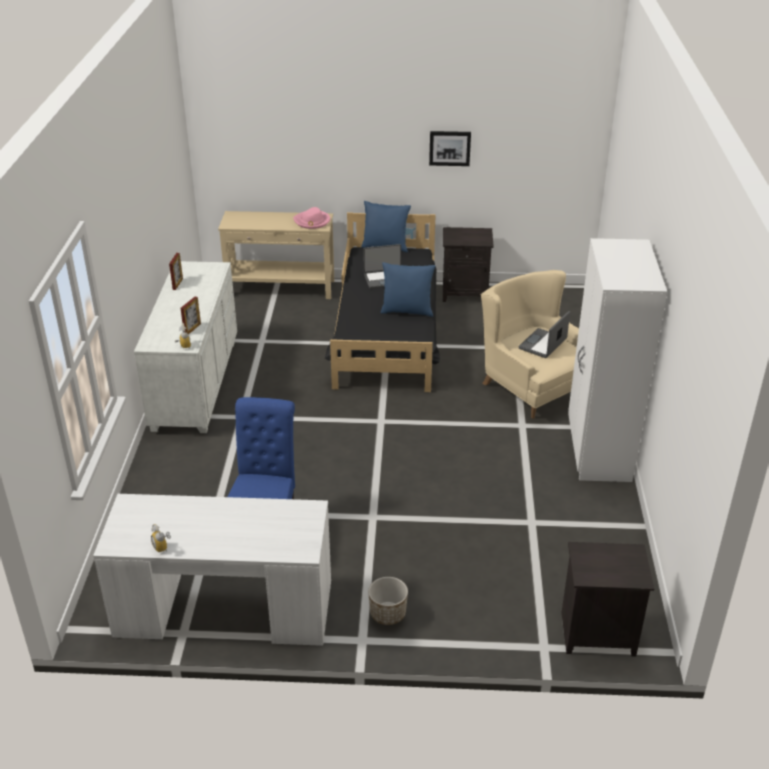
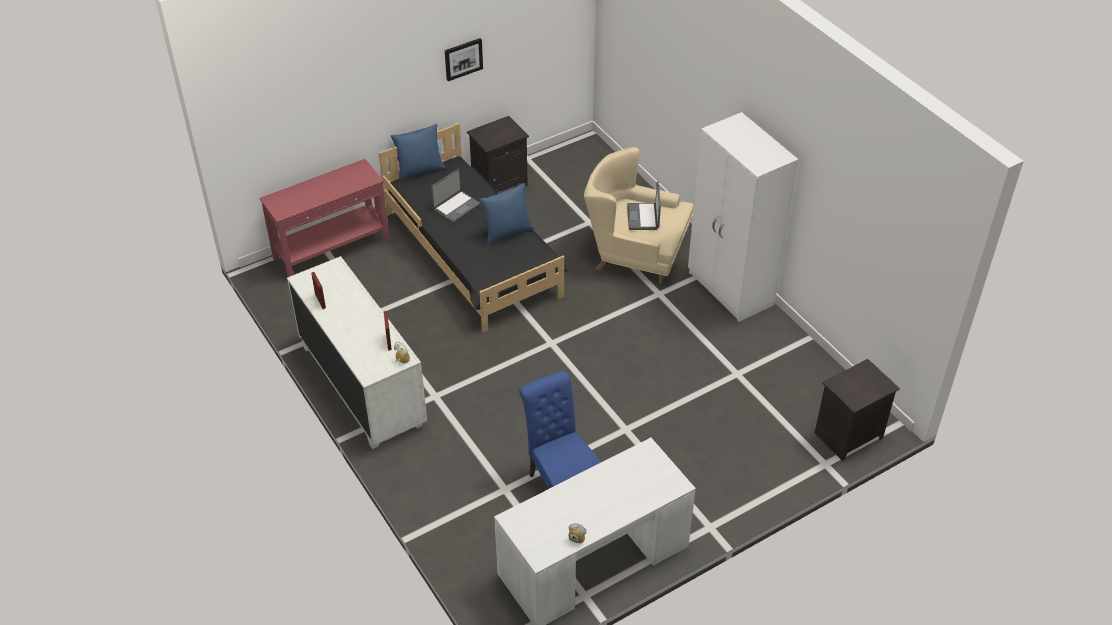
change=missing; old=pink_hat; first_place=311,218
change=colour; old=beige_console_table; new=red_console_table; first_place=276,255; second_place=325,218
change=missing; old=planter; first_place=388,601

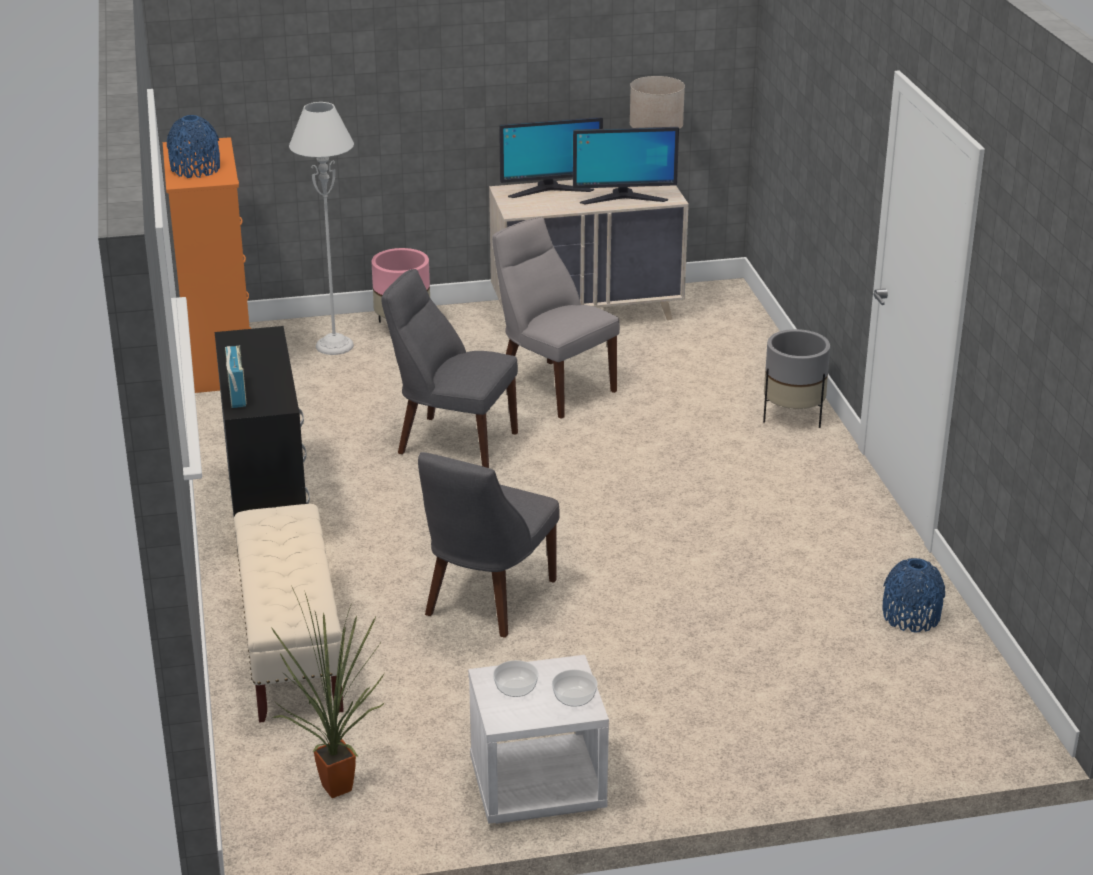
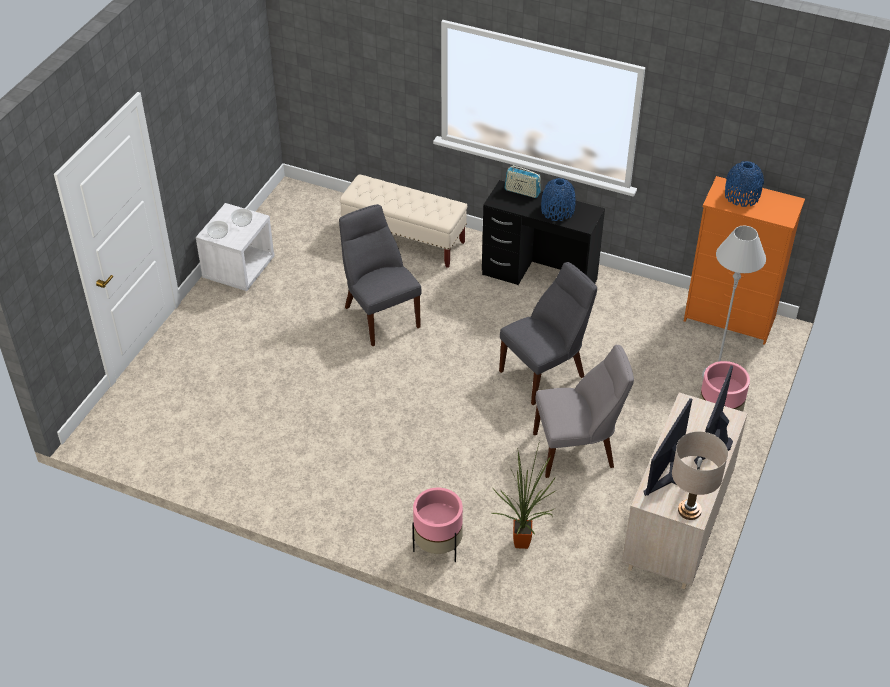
change=colour; old=grey_planter; new=pink_planter; first_place=796,378; second_place=437,524
change=relocated; old=blue_vase; first_place=913,595; second_place=558,199
change=relocated; old=potted_plant; first_place=328,692; second_place=524,495

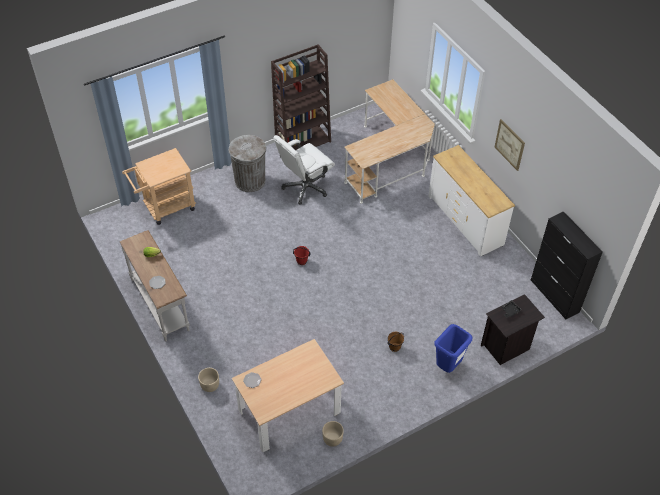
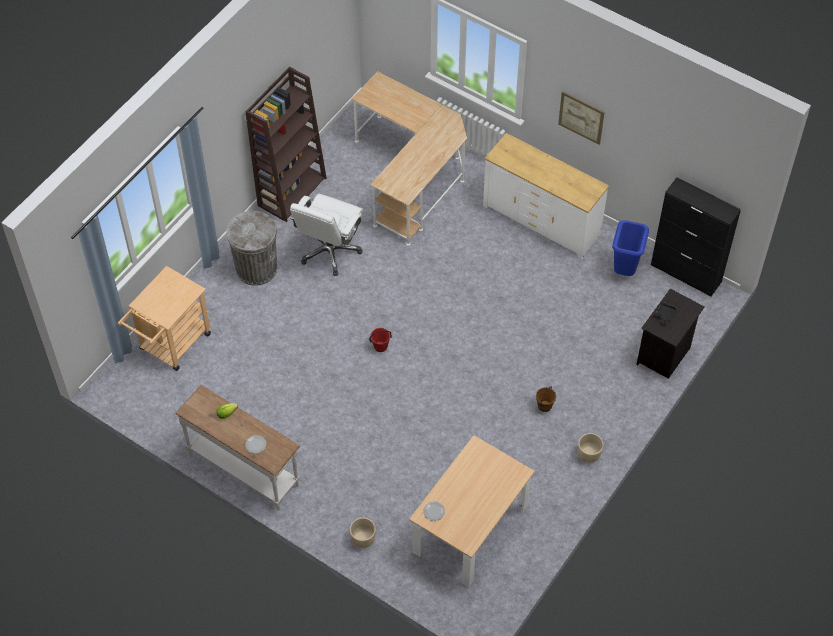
change=relocated; old=blue_trash_can; first_place=453,348; second_place=630,248
change=relocated; old=beige_planter; first_place=333,434; second_place=590,448

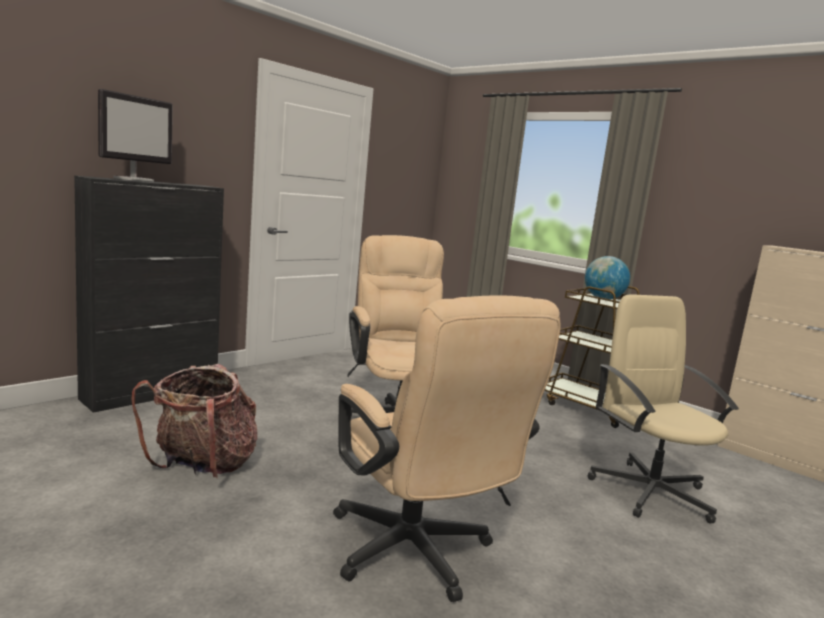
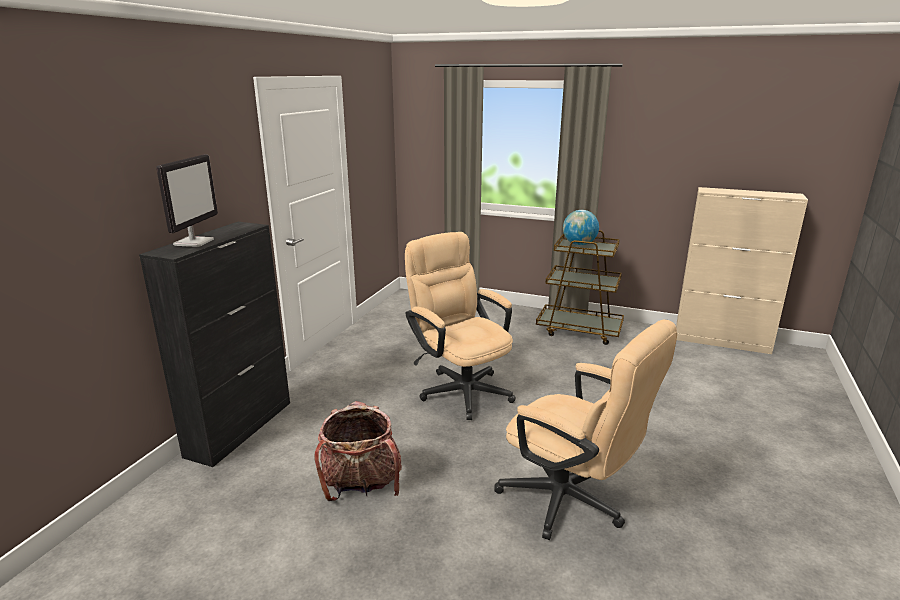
change=missing; old=beige_office_chair; first_place=663,409

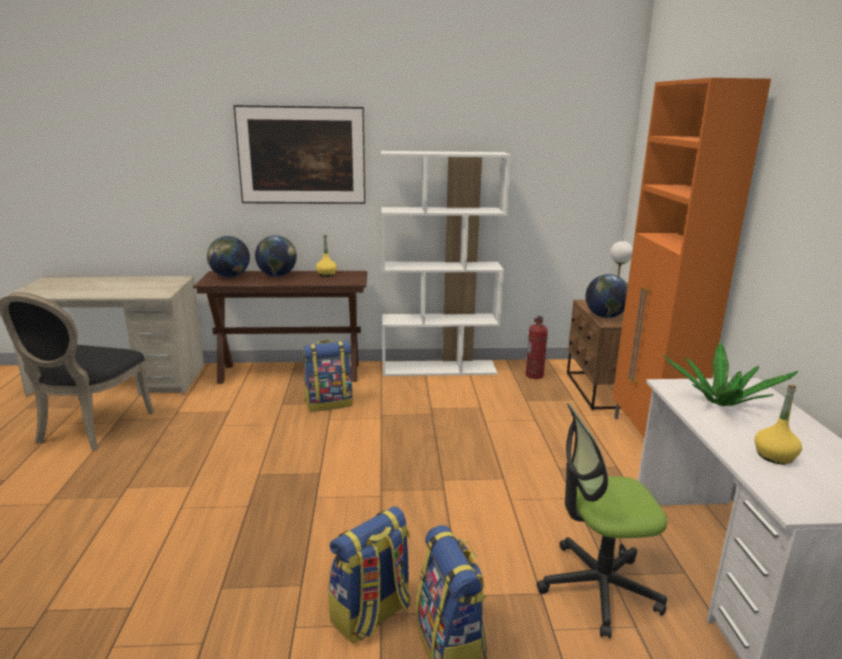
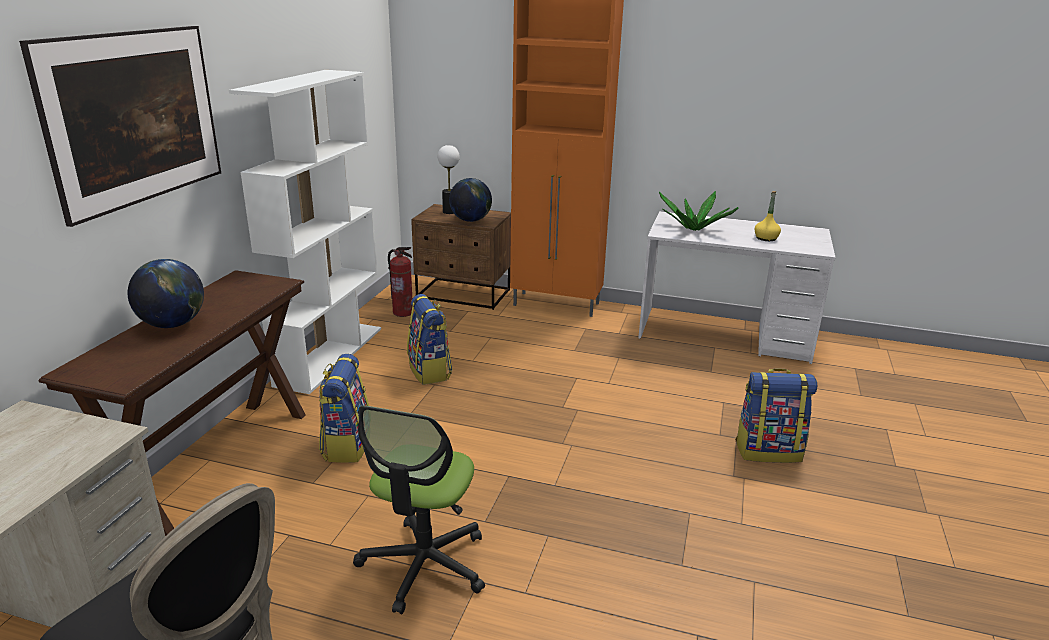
change=missing; old=yellow_bottle; first_place=326,255
change=missing; old=globe; first_place=228,257
change=relocated; old=office_chair; first_place=601,520; second_place=419,510
change=relocated; old=backpack; first_place=370,575; second_place=430,339

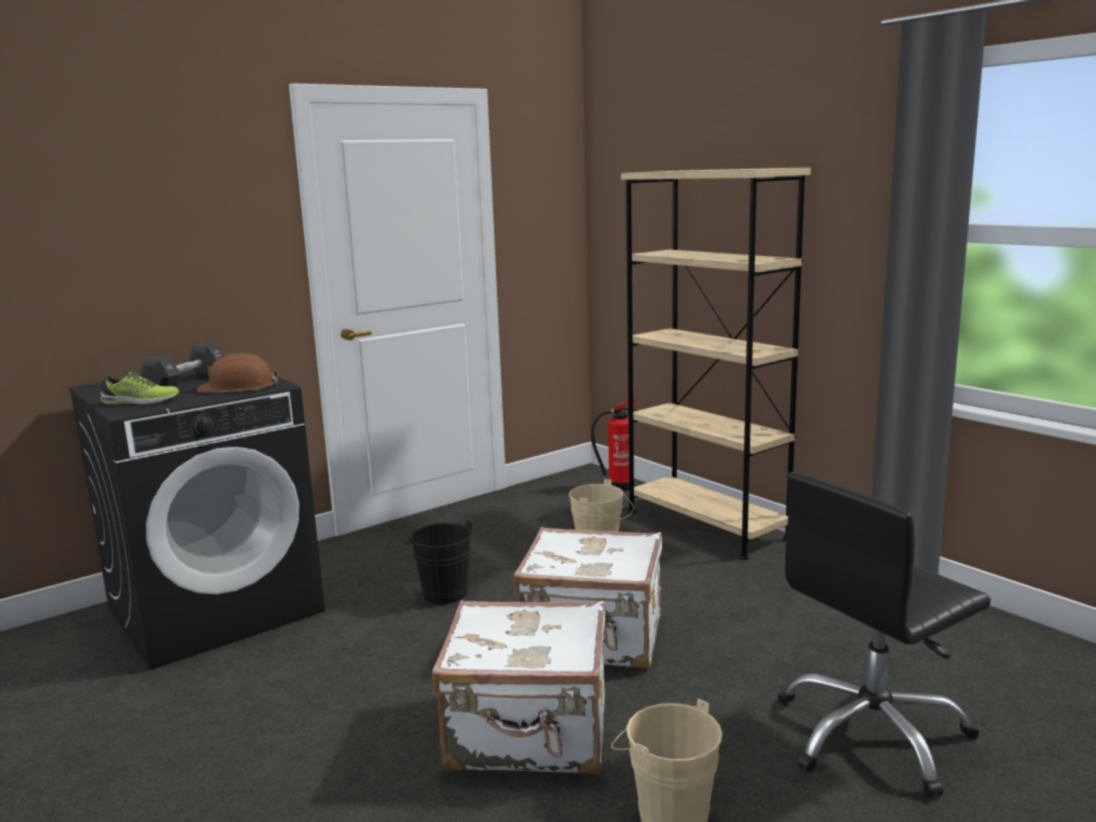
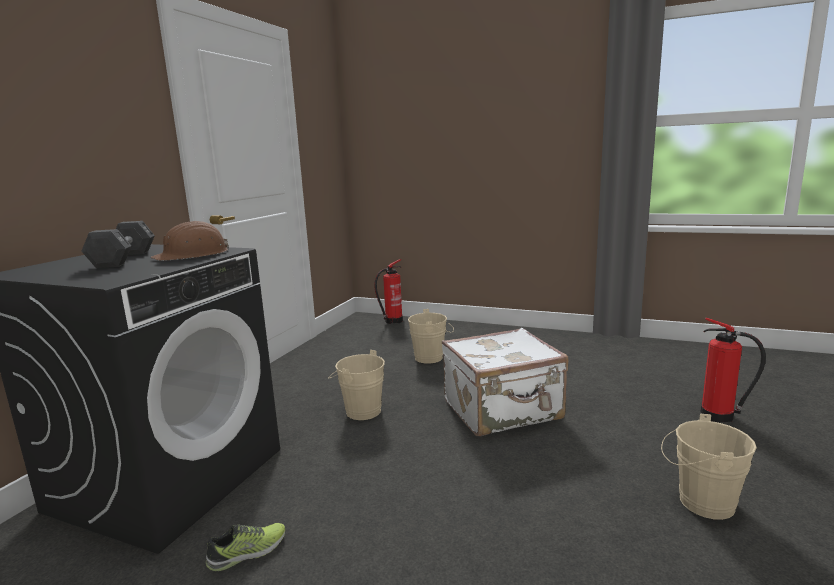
change=missing; old=beige_bookcase; first_place=716,363
change=relocated; old=shoe; first_place=139,387; second_place=245,547
change=exchanged; old=black_office_chair; new=fire_extinguisher; first_place=884,635; second_place=733,370
change=colour; old=black_bucket; new=beige_bucket; first_place=439,562; second_place=356,385
change=missing; old=white_suitcase; first_place=518,687

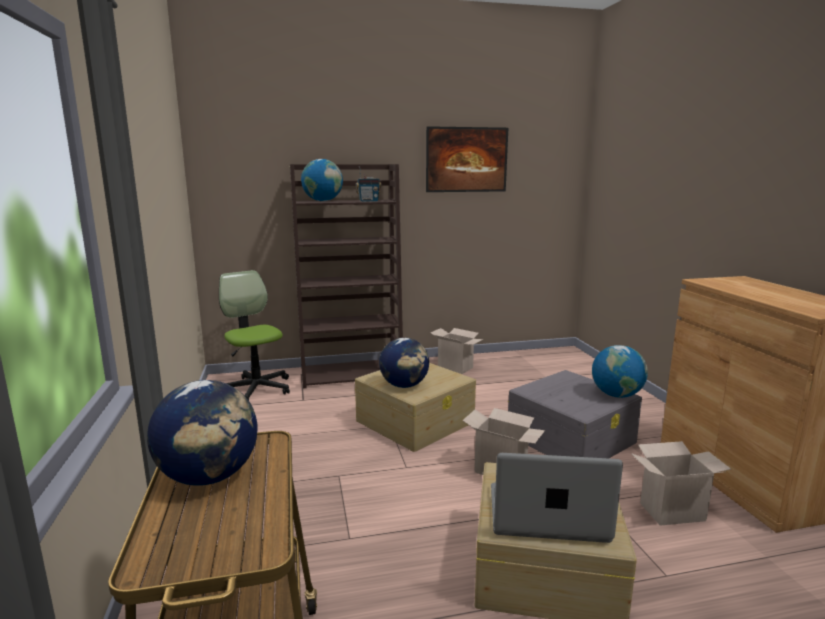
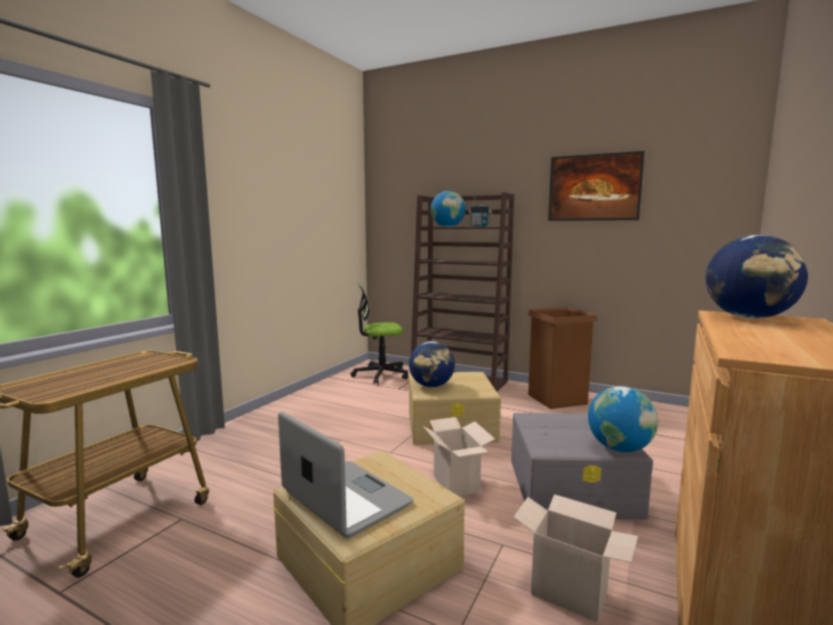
change=spun; old=office_chair; first_place=254,335; second_place=379,333; degrees=-105
change=exchanged; old=cardboard_box; new=brown_trash_can; first_place=456,351; second_place=562,358
change=relocated; old=globe; first_place=202,433; second_place=757,277

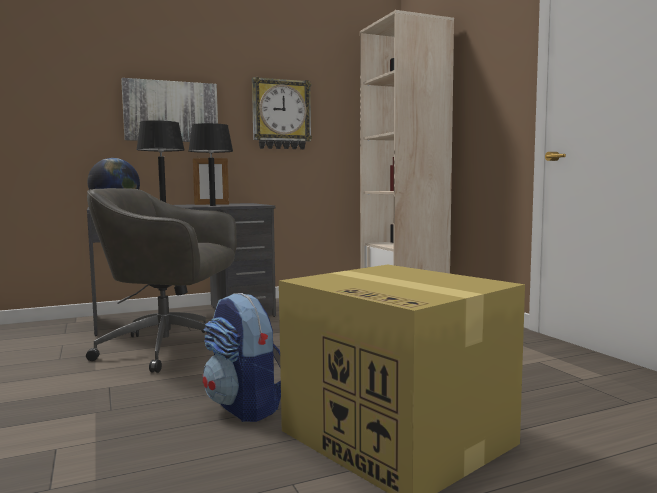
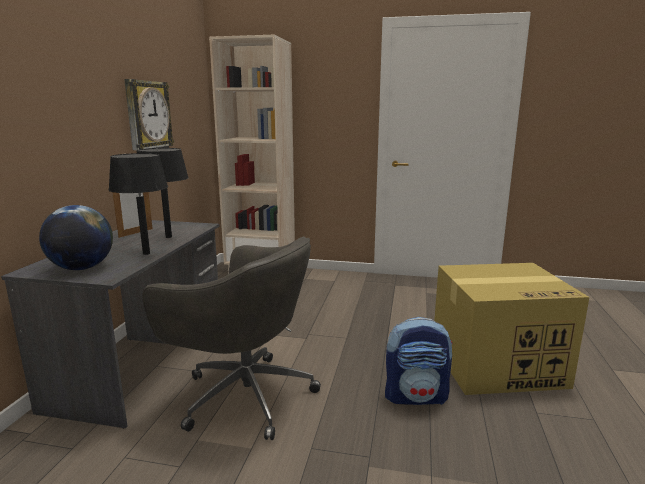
change=missing; old=picture; first_place=169,110
change=spun; old=grey_office_chair; first_place=161,280; second_place=231,338; degrees=-105

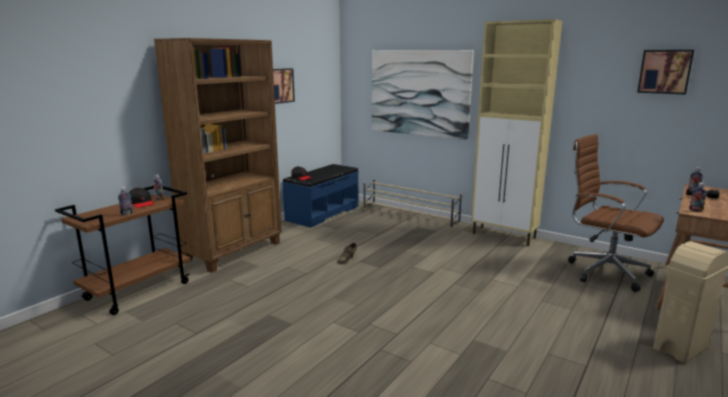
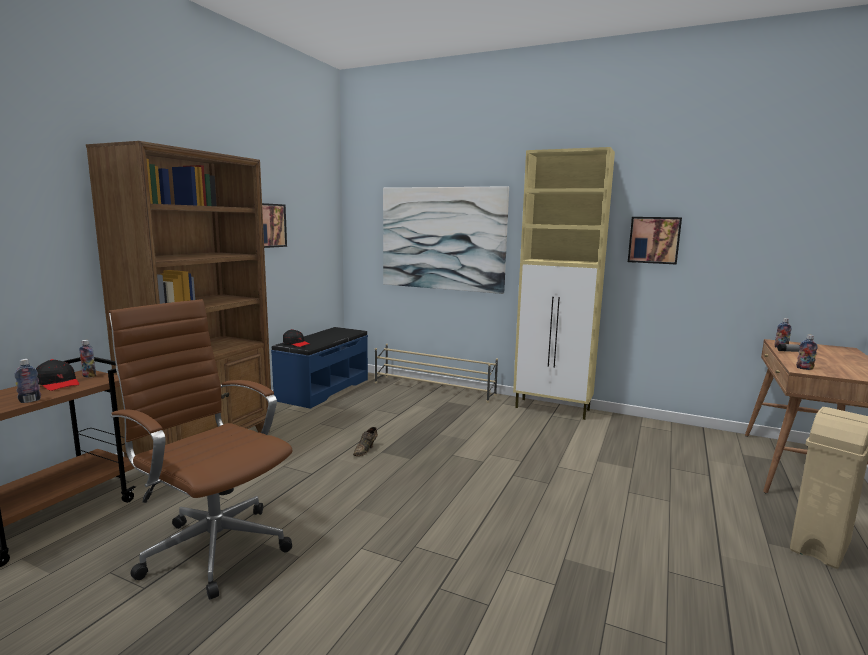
change=relocated; old=picture; first_place=665,72; second_place=655,241
change=relocated; old=brown_office_chair; first_place=616,213; second_place=200,449

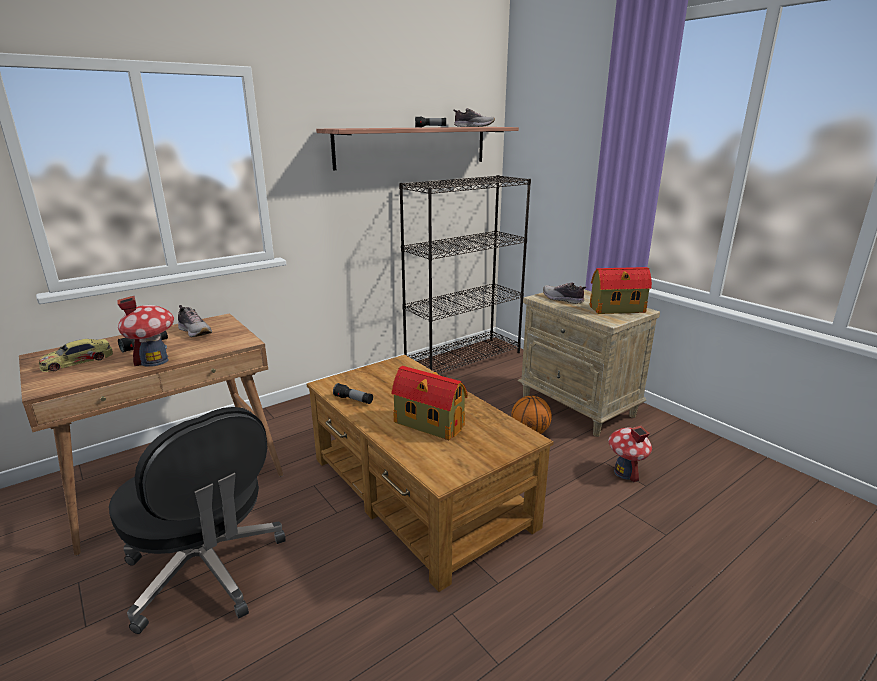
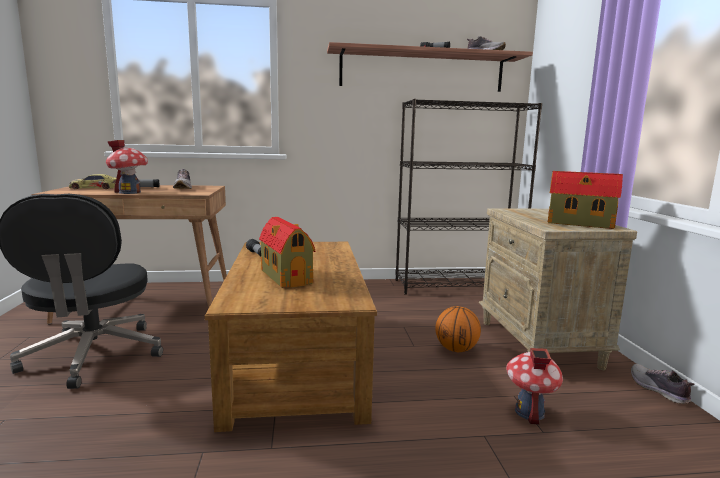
change=relocated; old=shoe; first_place=564,293; second_place=663,384

